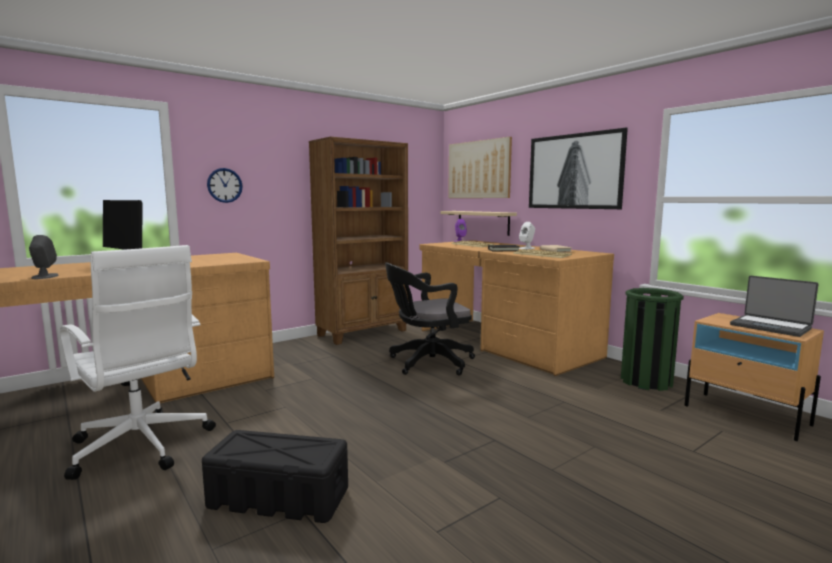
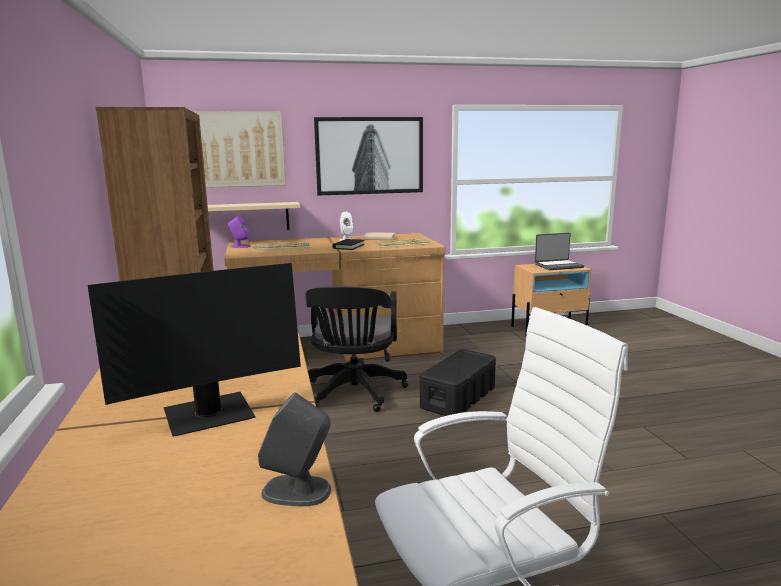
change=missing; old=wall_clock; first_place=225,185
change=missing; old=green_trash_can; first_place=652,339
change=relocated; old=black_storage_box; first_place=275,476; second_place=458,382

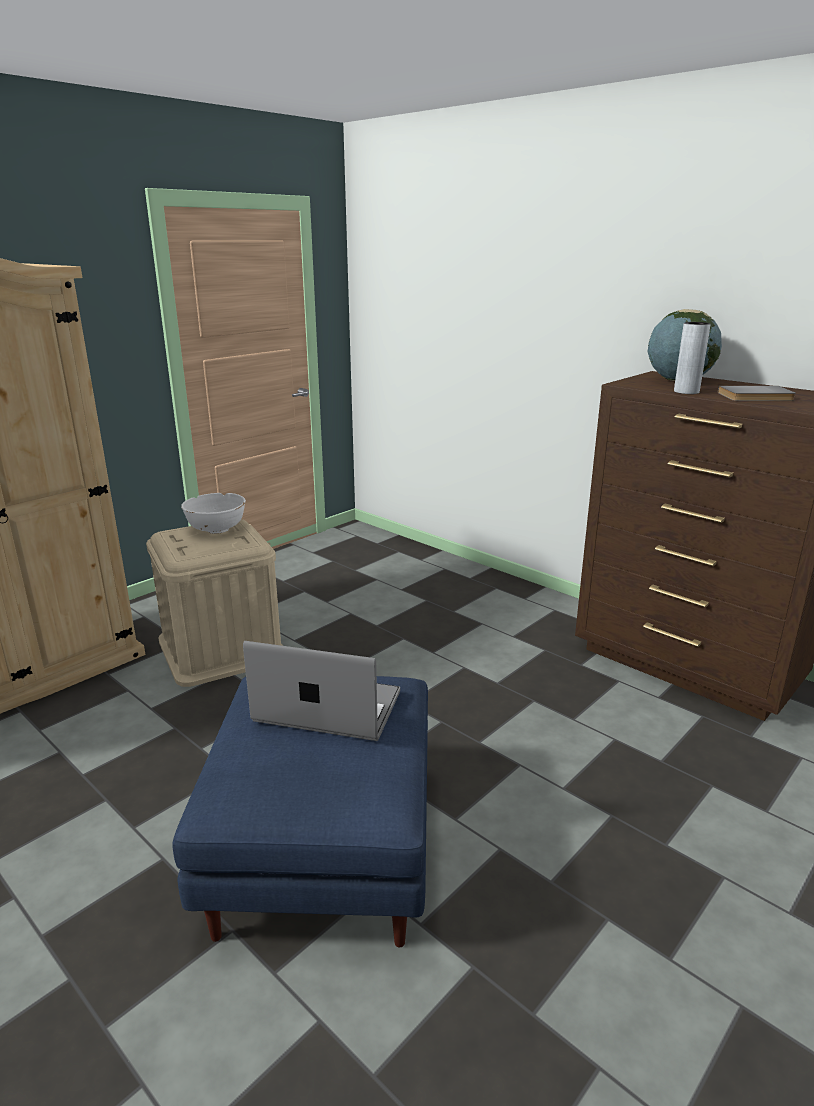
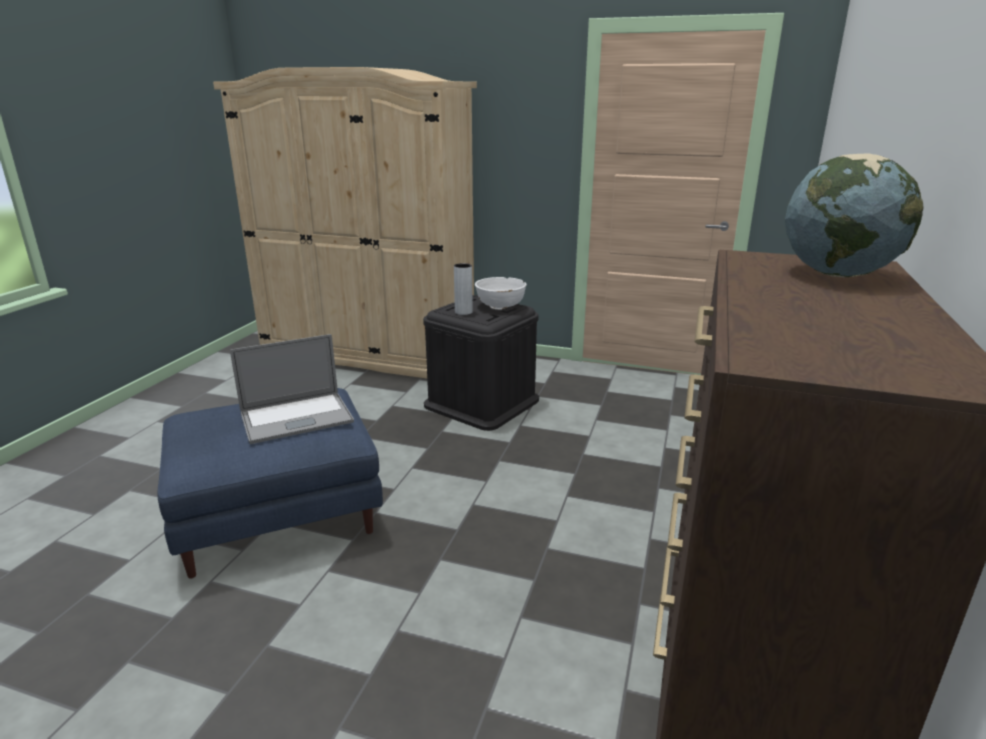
change=relocated; old=grey_vase; first_place=692,358; second_place=463,289
change=missing; old=grey_book; first_place=757,393
change=colour; old=beige_storage_box; new=black_storage_box; first_place=214,603; second_place=481,363
change=spun; old=laptop; first_place=321,691; second_place=292,389; degrees=75

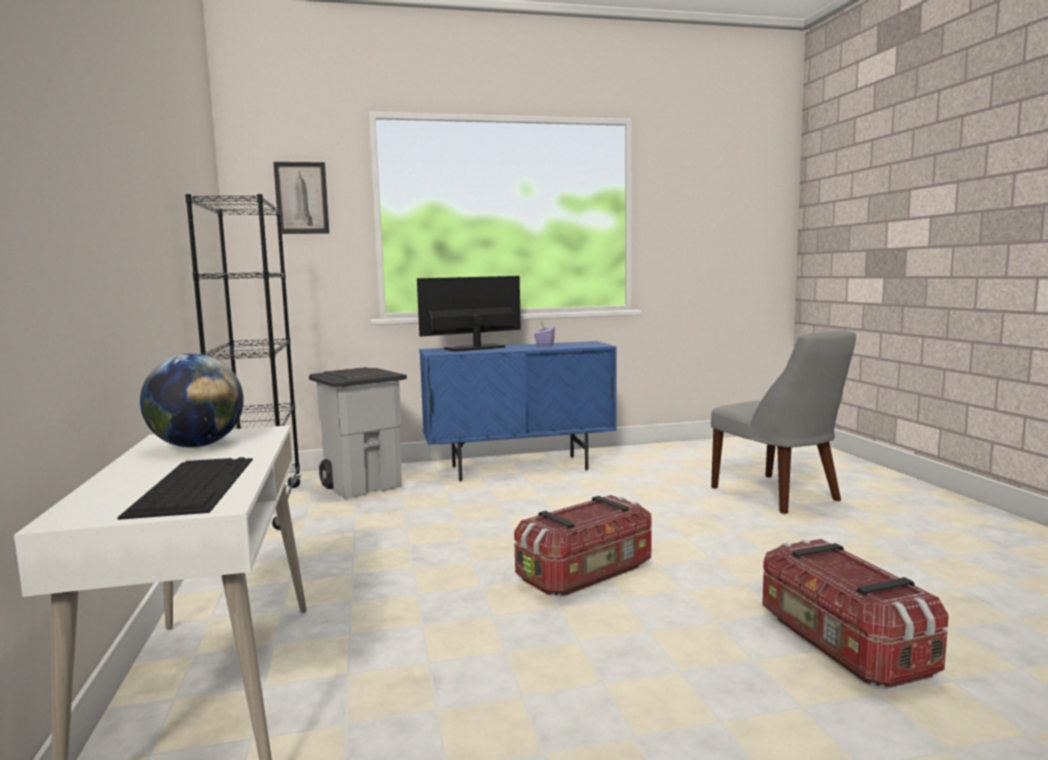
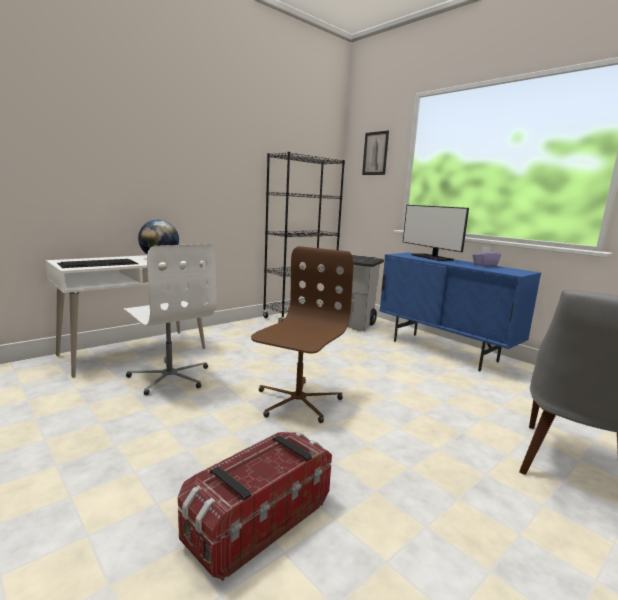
change=spun; old=monitor; first_place=469,314; second_place=436,233; degrees=-150
change=exchanged; old=storage_box; new=brown_office_chair; first_place=583,545; second_place=302,334
change=appeared; new=white_office_chair; second_place=170,319

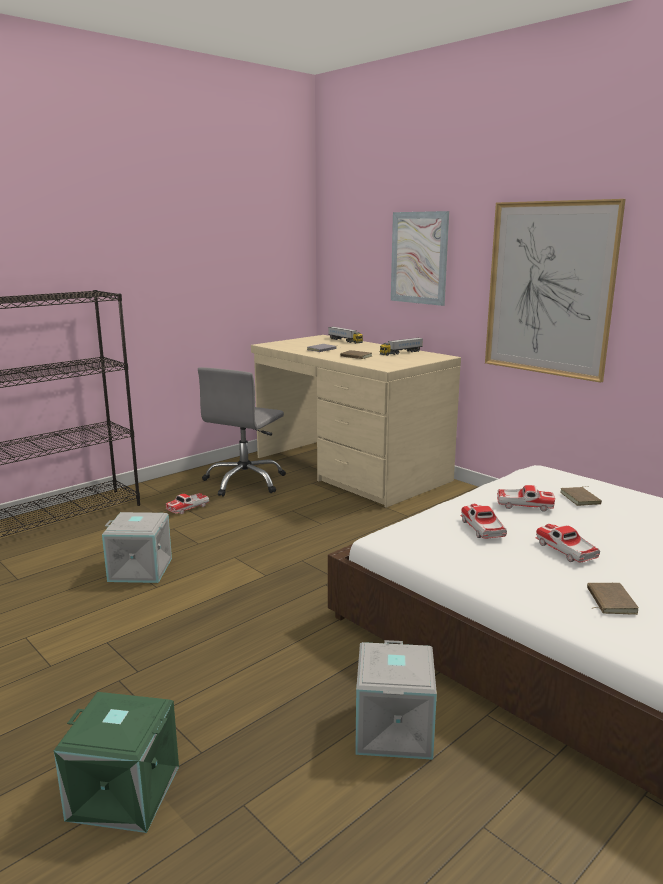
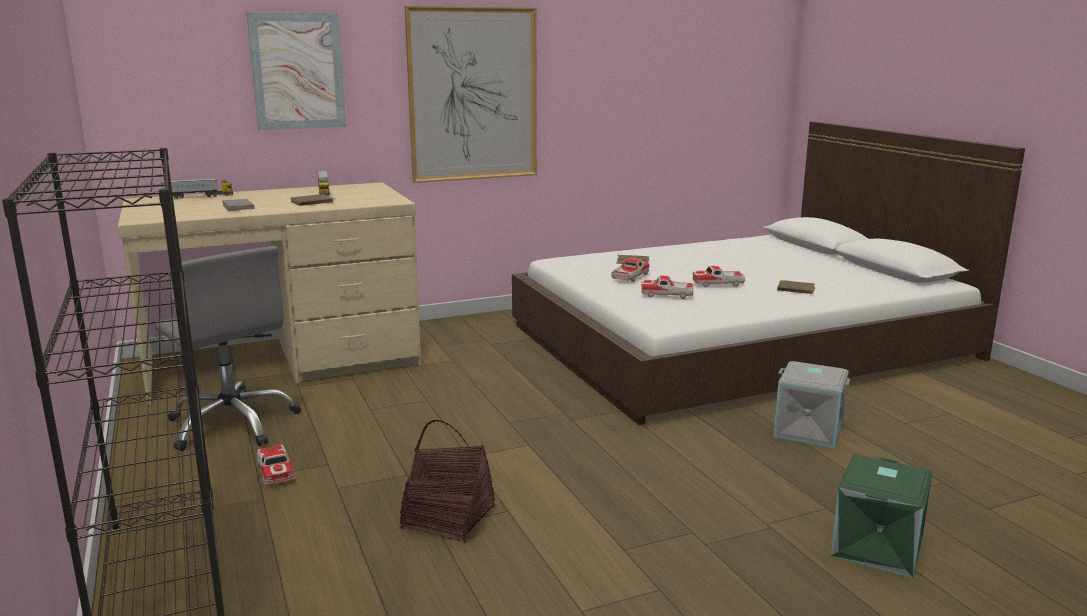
change=exchanged; old=grey_storage_box; new=basket; first_place=137,547; second_place=447,481

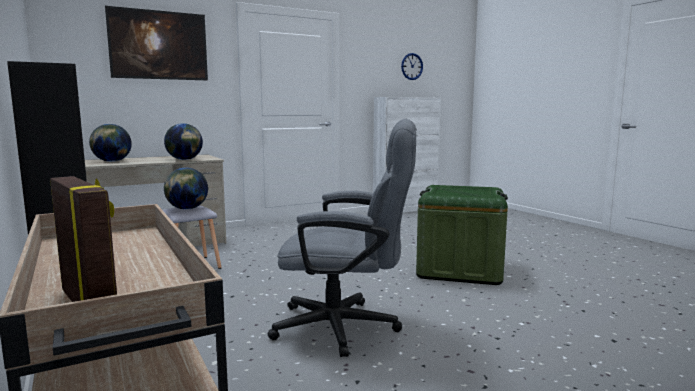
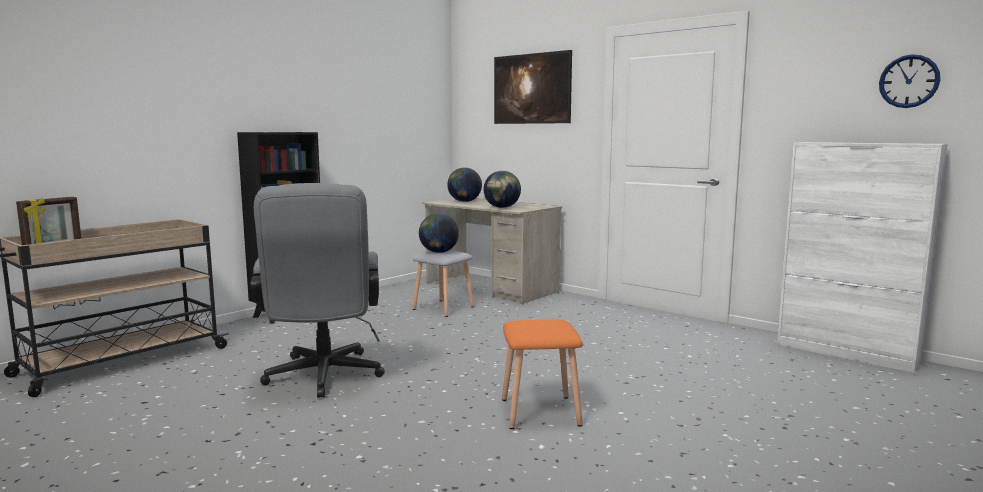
change=exchanged; old=green_storage_box; new=orange_stool; first_place=462,235; second_place=542,374

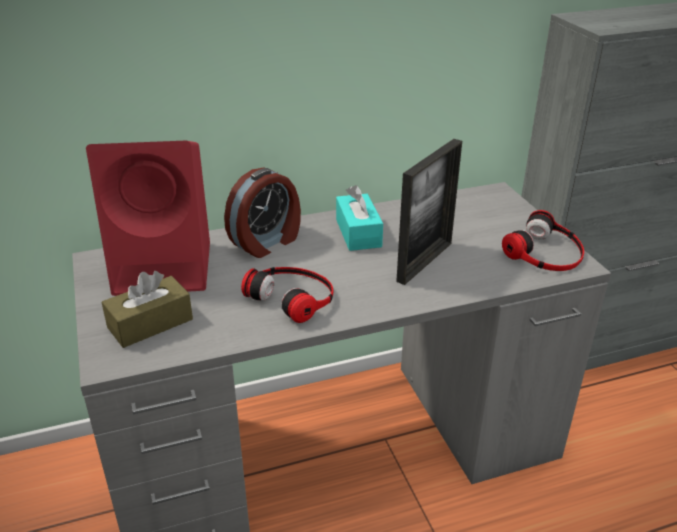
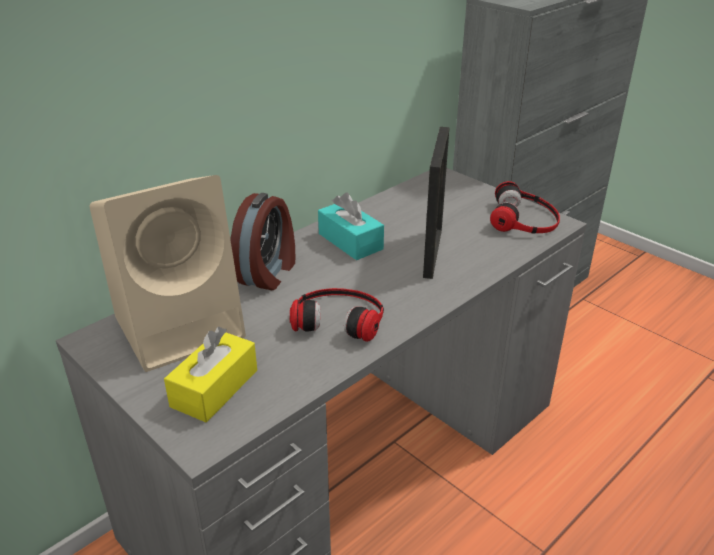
change=colour; old=red_speaker; new=beige_speaker; first_place=148,218; second_place=167,273
change=colour; old=brown_tissue_box; new=yellow_tissue_box; first_place=147,309; second_place=210,374

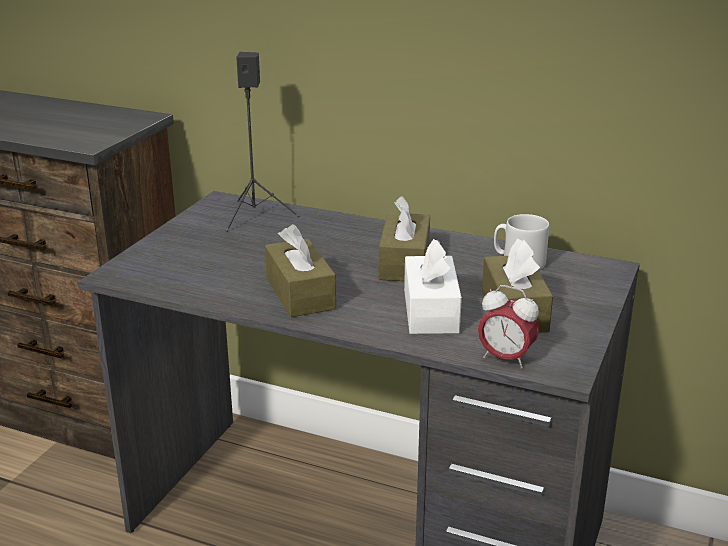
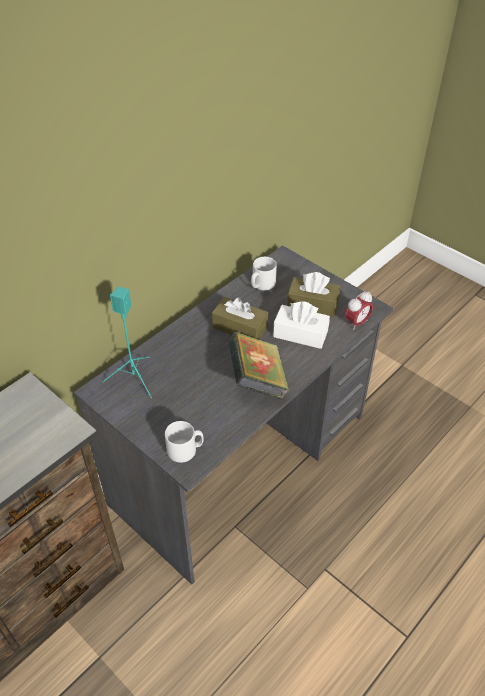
change=colour; old=black_speaker; new=turquoise_speaker; first_place=262,142; second_place=127,342
change=exchanged; old=brown_tissue_box; new=book; first_place=300,270; second_place=258,365
change=appeared; new=grey_mug; second_place=184,442

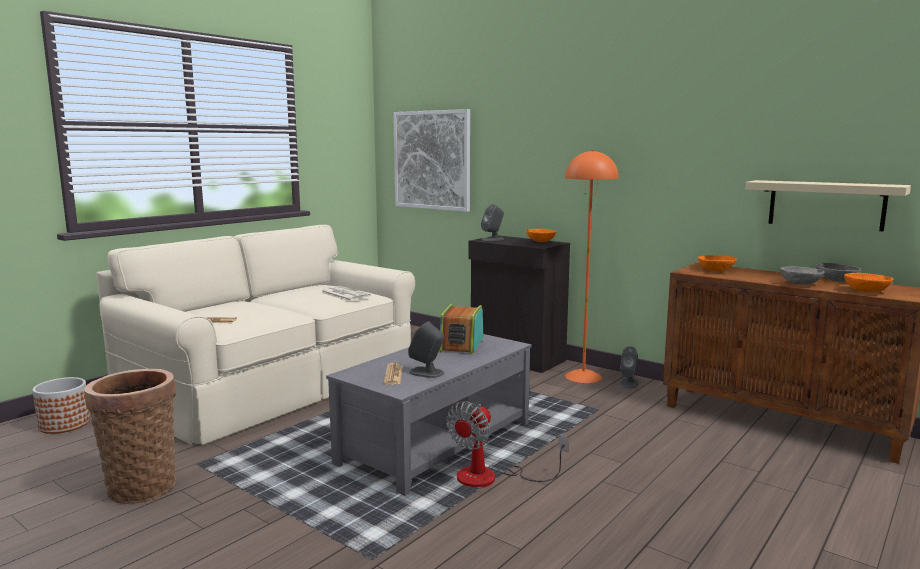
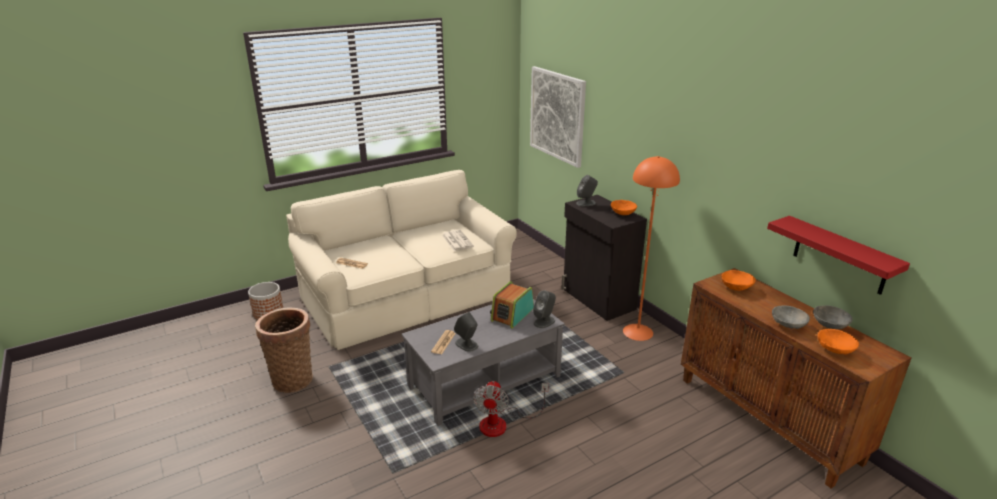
change=colour; old=beige_shelf; new=red_shelf; first_place=828,206; second_place=838,255
change=relocated; old=grey_speaker; first_place=628,367; second_place=544,309
change=spun; old=fan; first_place=508,444; second_place=511,409; degrees=-45

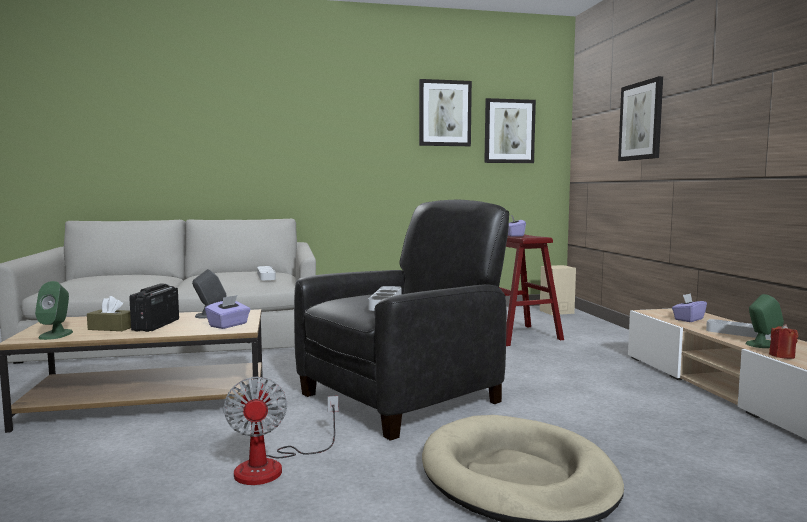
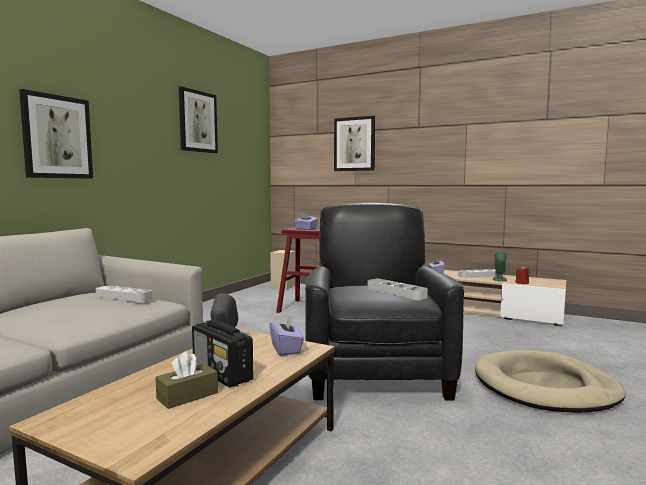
change=relocated; old=picture; first_place=510,130; second_place=56,134
change=missing; old=green_speaker; first_place=54,310
change=missing; old=fan; first_place=280,430

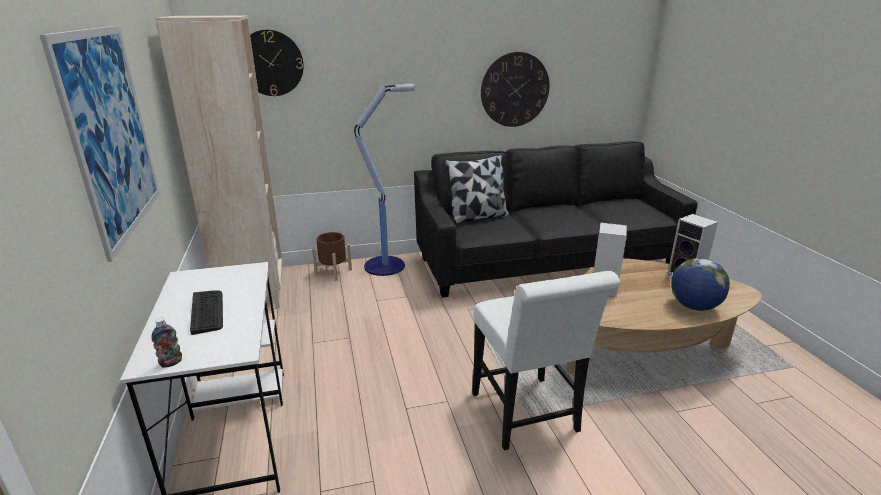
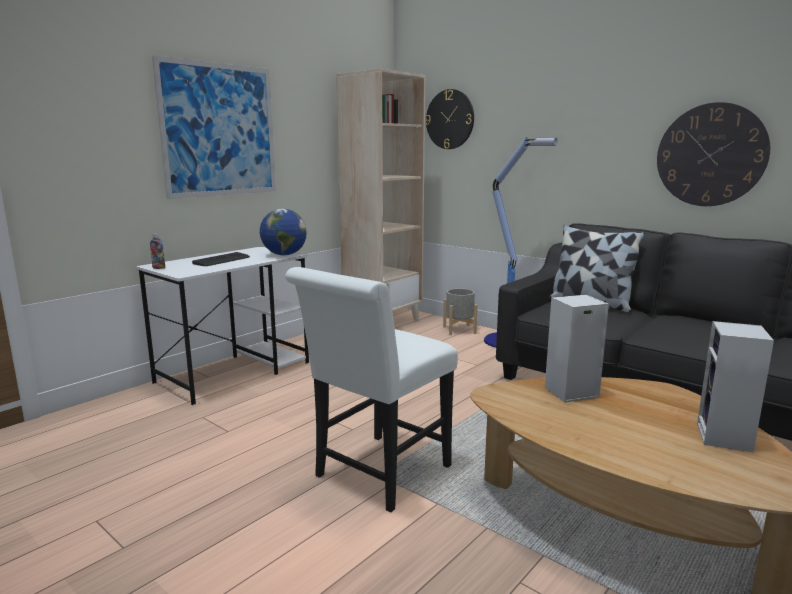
change=colour; old=brown_planter; new=grey_planter; first_place=332,256; second_place=460,311
change=relocated; old=globe; first_place=700,284; second_place=283,232

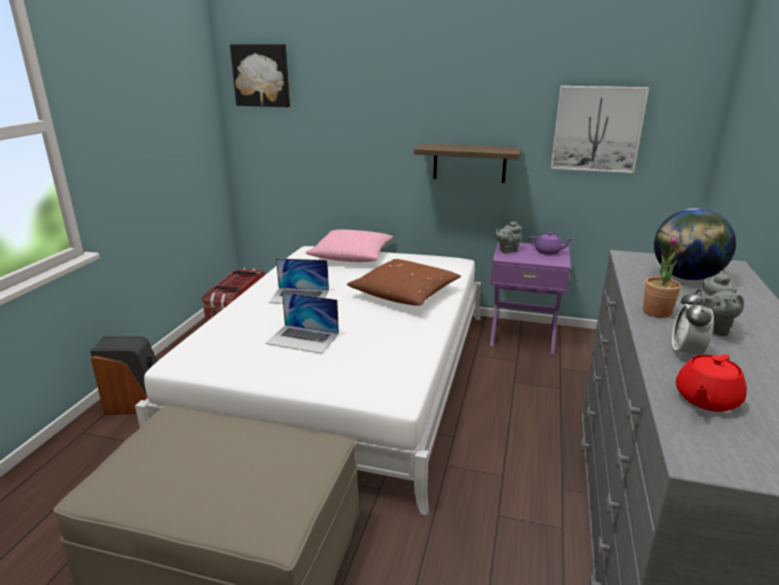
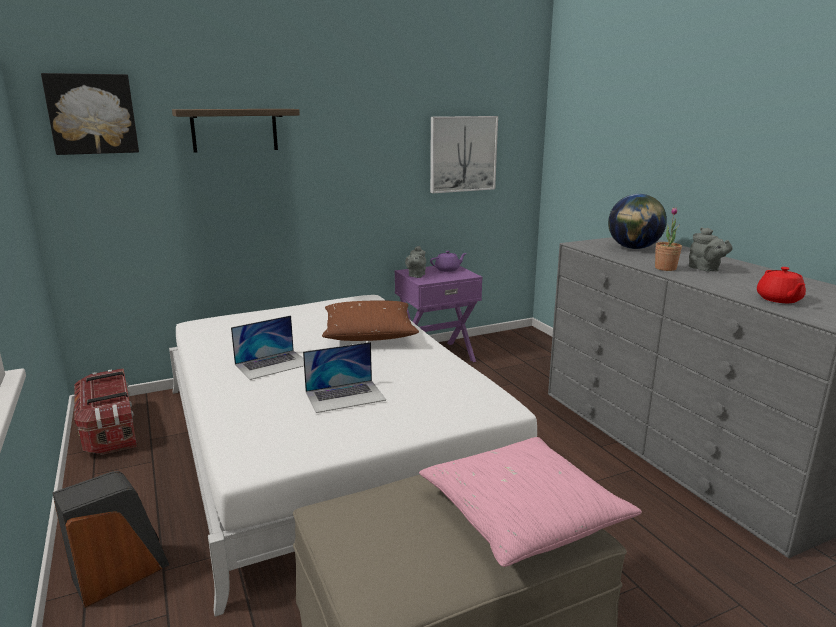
change=relocated; old=shelf; first_place=468,163; second_place=236,131
change=relocated; old=pink_pillow; first_place=349,245; second_place=530,502
change=missing; old=alarm_clock; first_place=693,324

